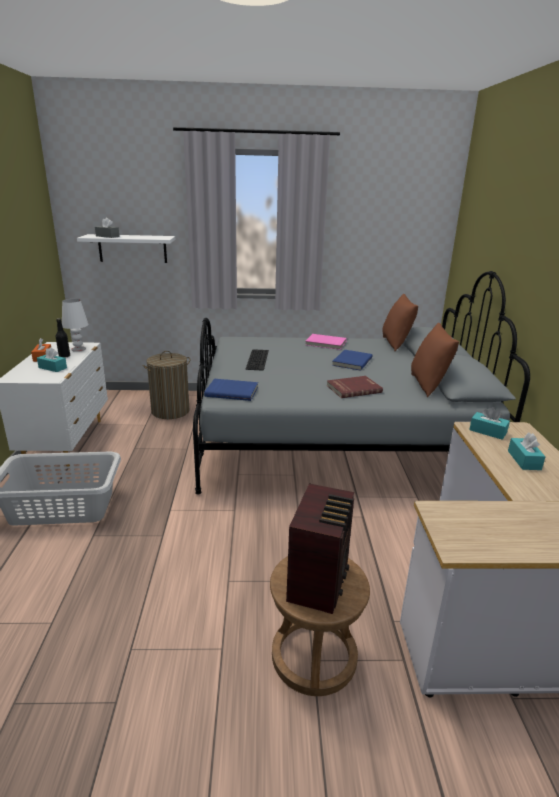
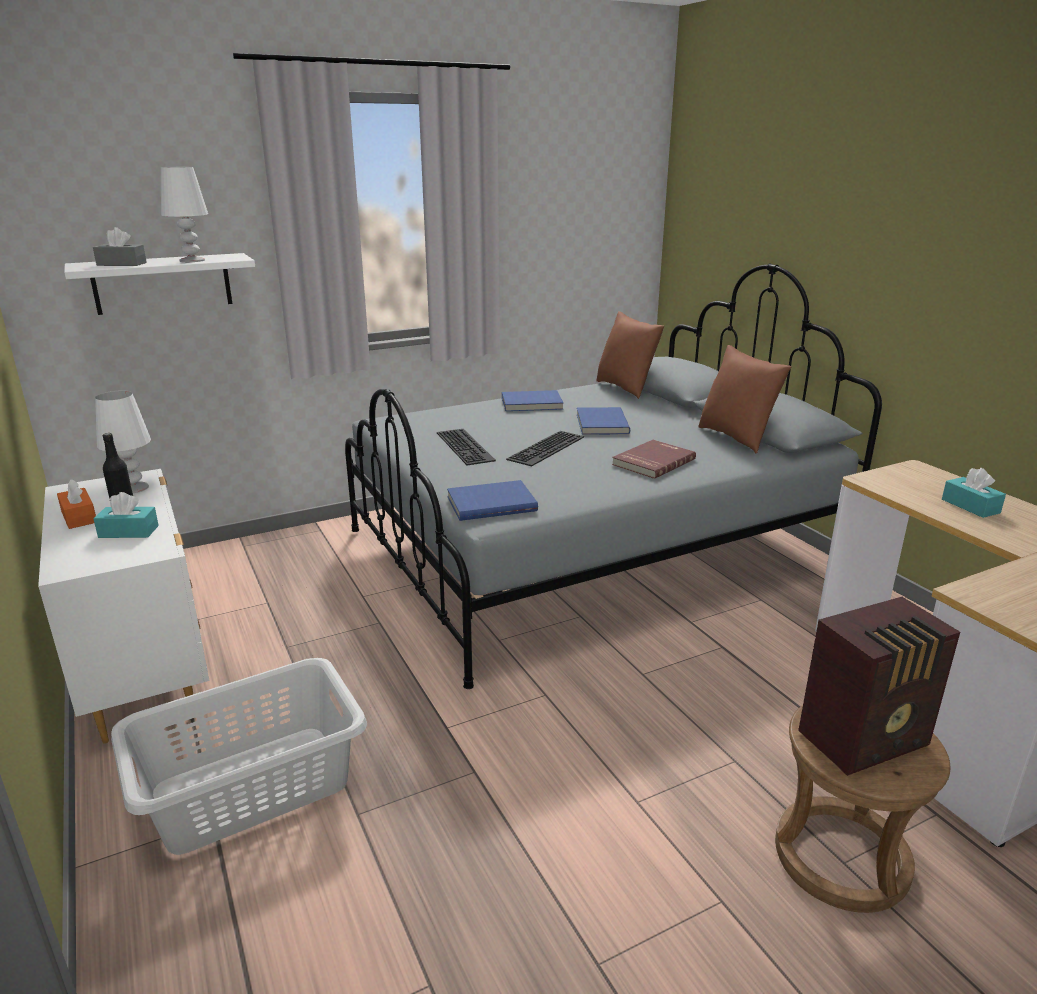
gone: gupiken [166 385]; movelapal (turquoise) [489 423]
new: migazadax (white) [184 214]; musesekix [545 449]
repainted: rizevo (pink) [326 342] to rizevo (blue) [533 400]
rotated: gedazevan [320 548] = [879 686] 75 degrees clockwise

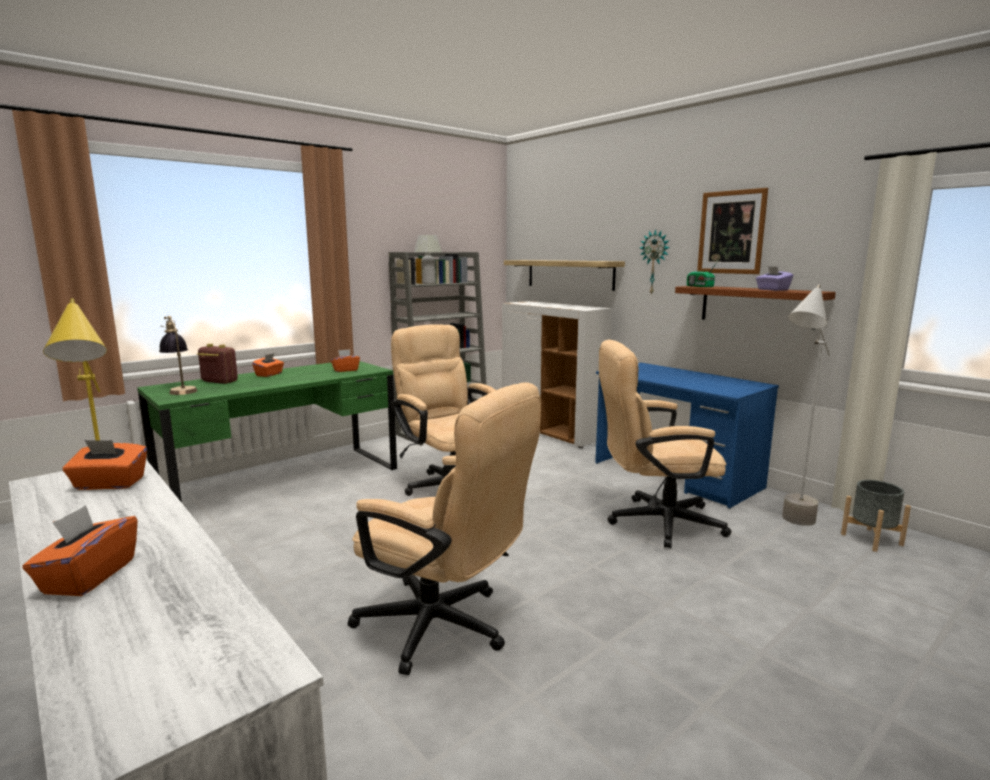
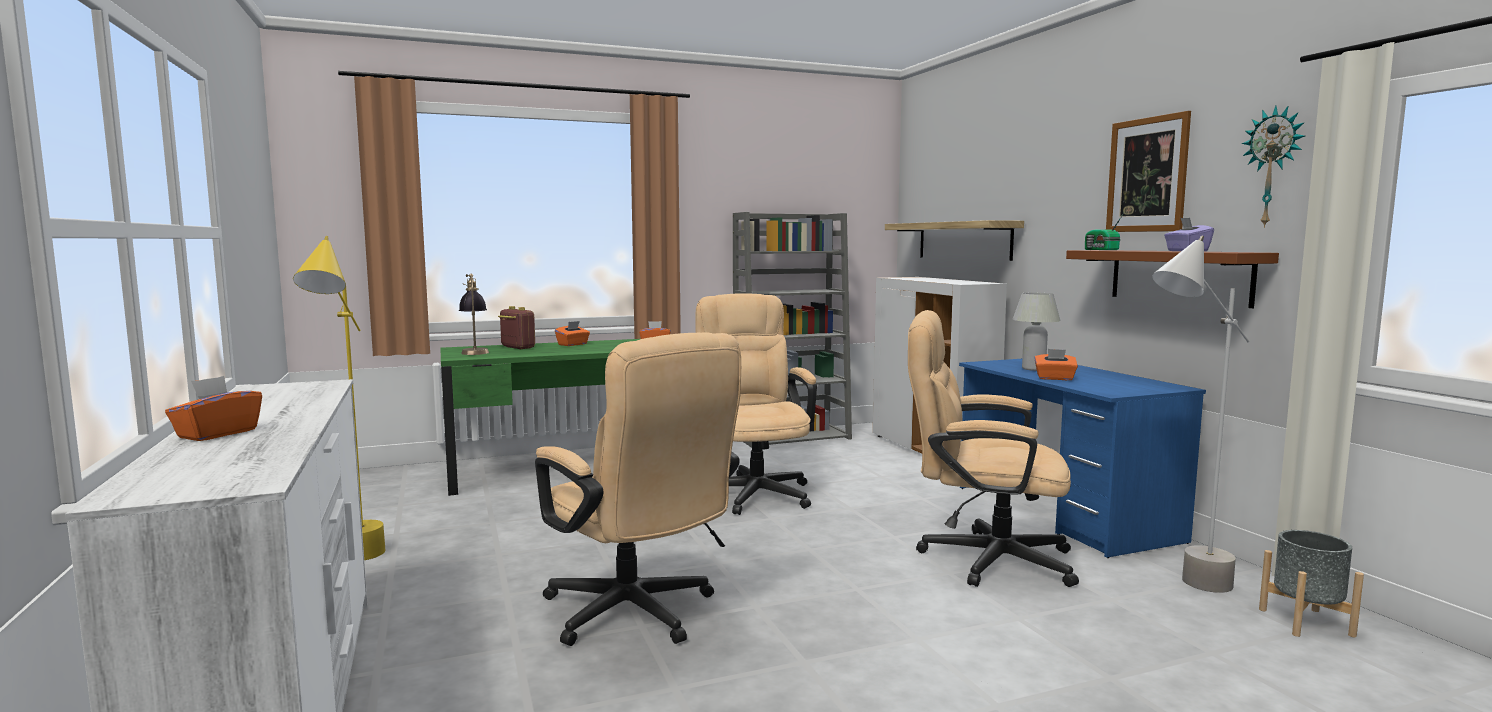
shifted: movelapal (orange) [105 465] to [1056 364]; migazadax (white) [428 259] to [1036 332]; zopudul [655 262] to [1273 167]

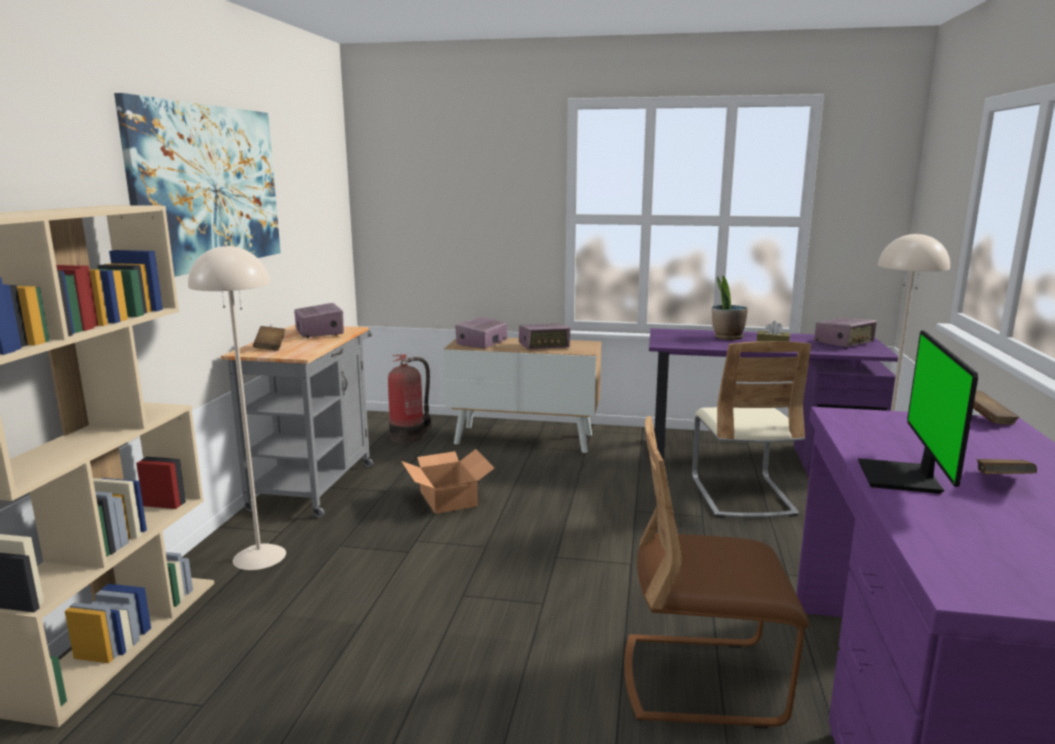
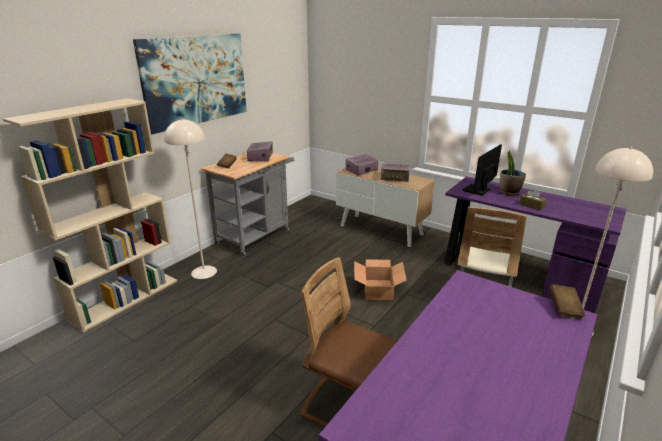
gone: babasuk [409 398]; gedazevan [845 332]; rizevo (brown) [1007 466]
shifted: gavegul [447 481] to [380 279]; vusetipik [918 412] to [482 170]

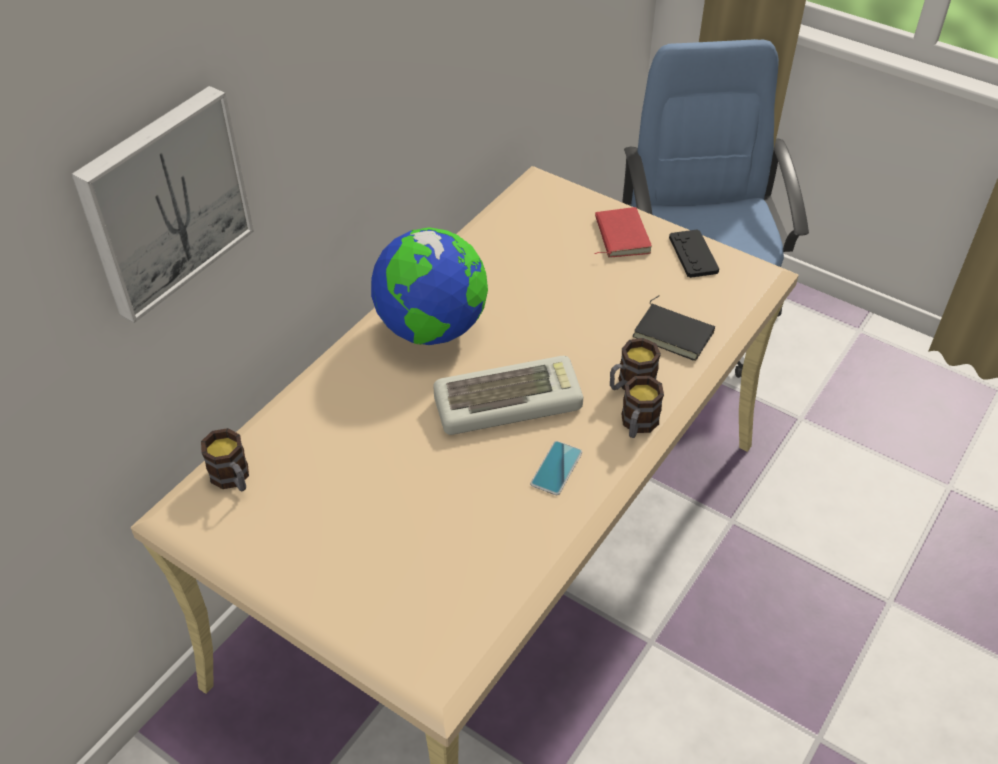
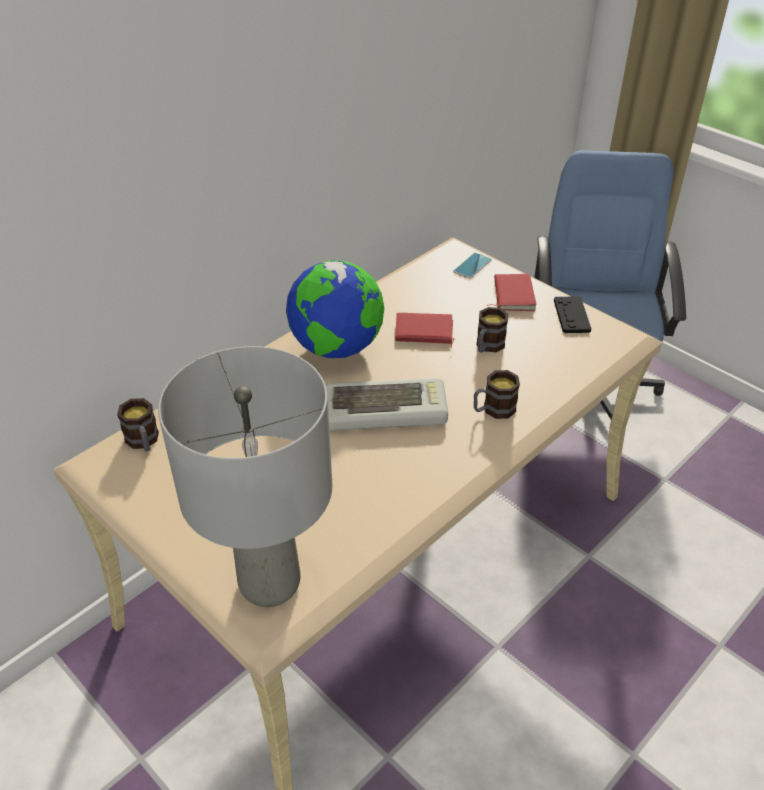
gone: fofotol [162 204]; rizevo (black) [673 328]
new: migazadax (grey) [245 476]; rizevo (red) [424 330]
shifted: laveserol [556 468] to [472 266]; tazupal [642 407] to [492 330]

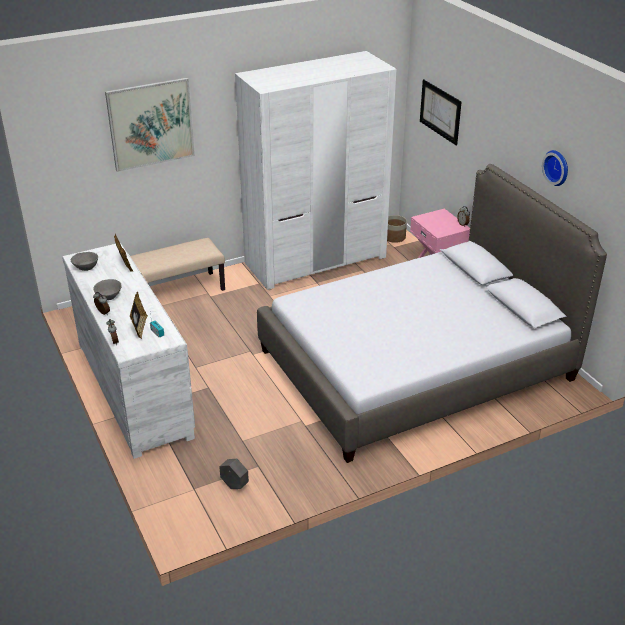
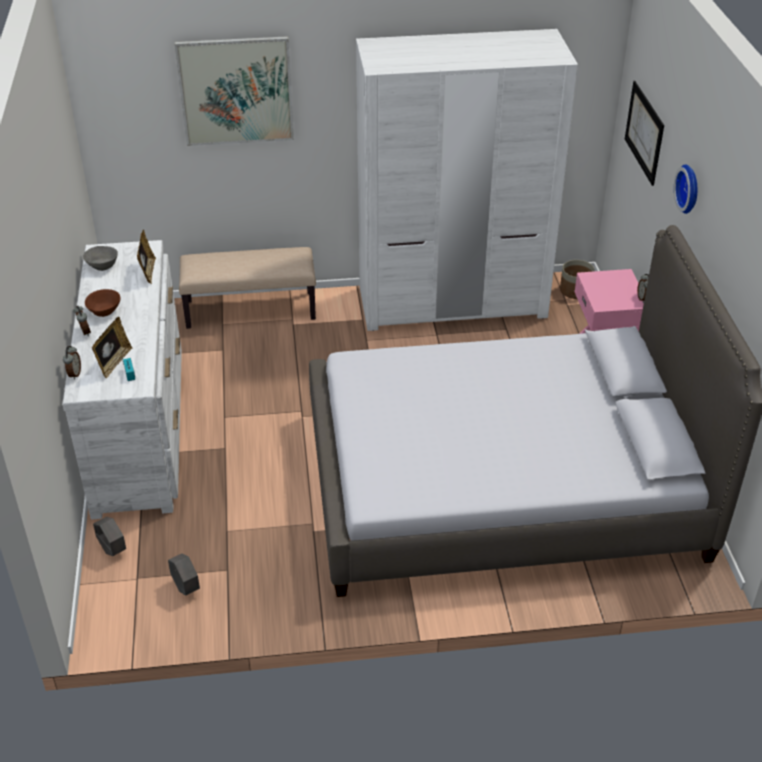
new: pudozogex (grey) [109 536]
shifted: zopudul [555 168] to [685 189]
repainted: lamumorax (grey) [108 289] to lamumorax (brown) [103 303]

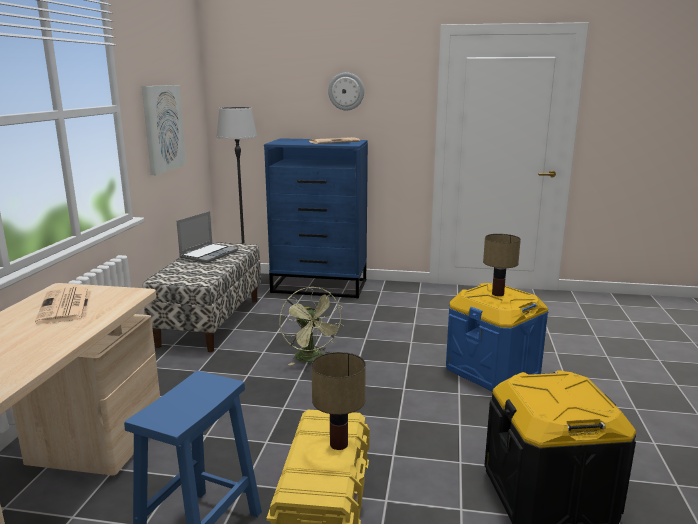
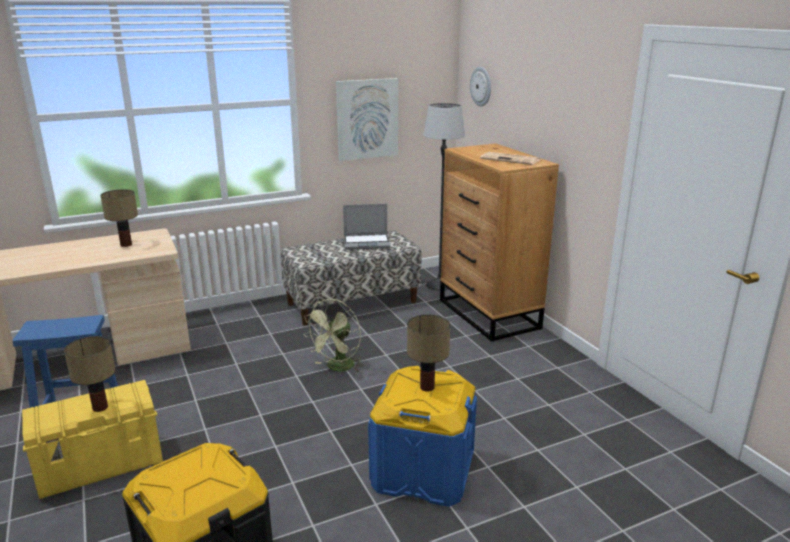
shifted: zopudul [346 91] to [480 87]
swapped: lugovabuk [63 305] to migazadax [119 218]
repainted: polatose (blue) [316 218] to polatose (brown) [499 242]

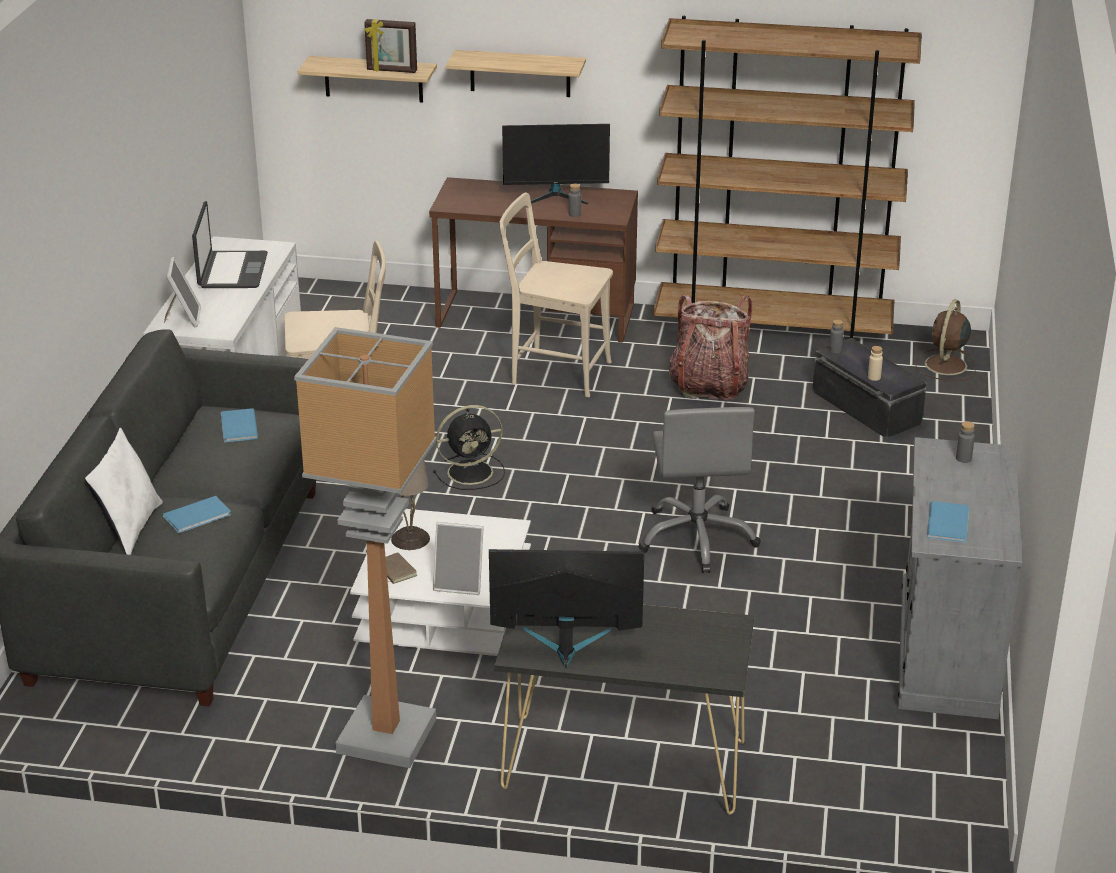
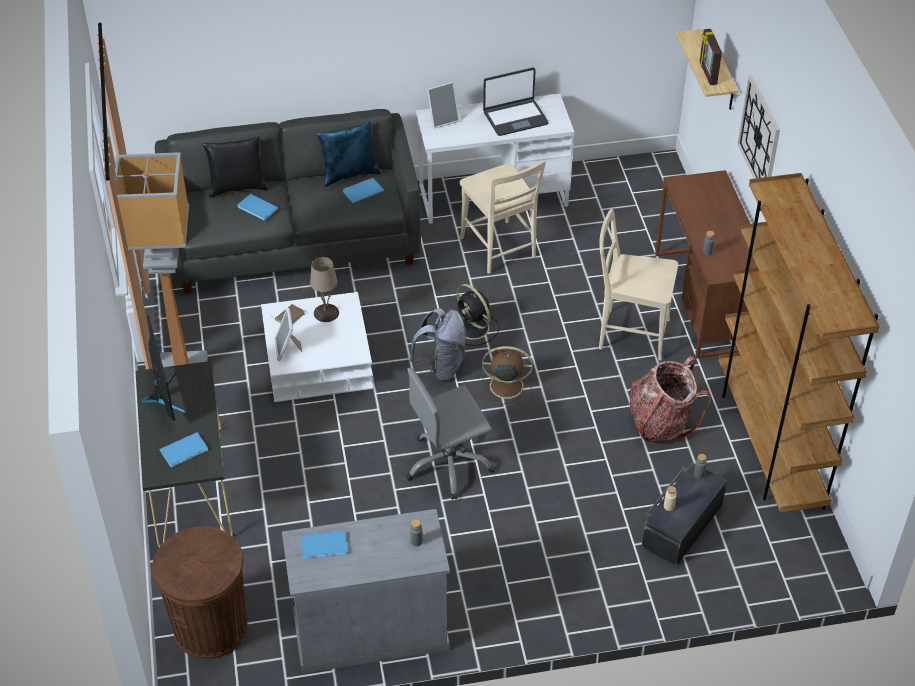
gone: vusetipik [556 164]
new: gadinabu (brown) [200 592]; rizevo (blue) [183 449]; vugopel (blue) [349 154]; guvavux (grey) [438 344]
shifted: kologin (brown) [946 340] to [506 375]
swapped: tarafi [516 73] to zopudul [758 127]
repainted: vugopel (white) [123 491] to vugopel (black) [235 166]
rotated: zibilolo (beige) [556 294] = [638 284] 75 degrees counterclockwise

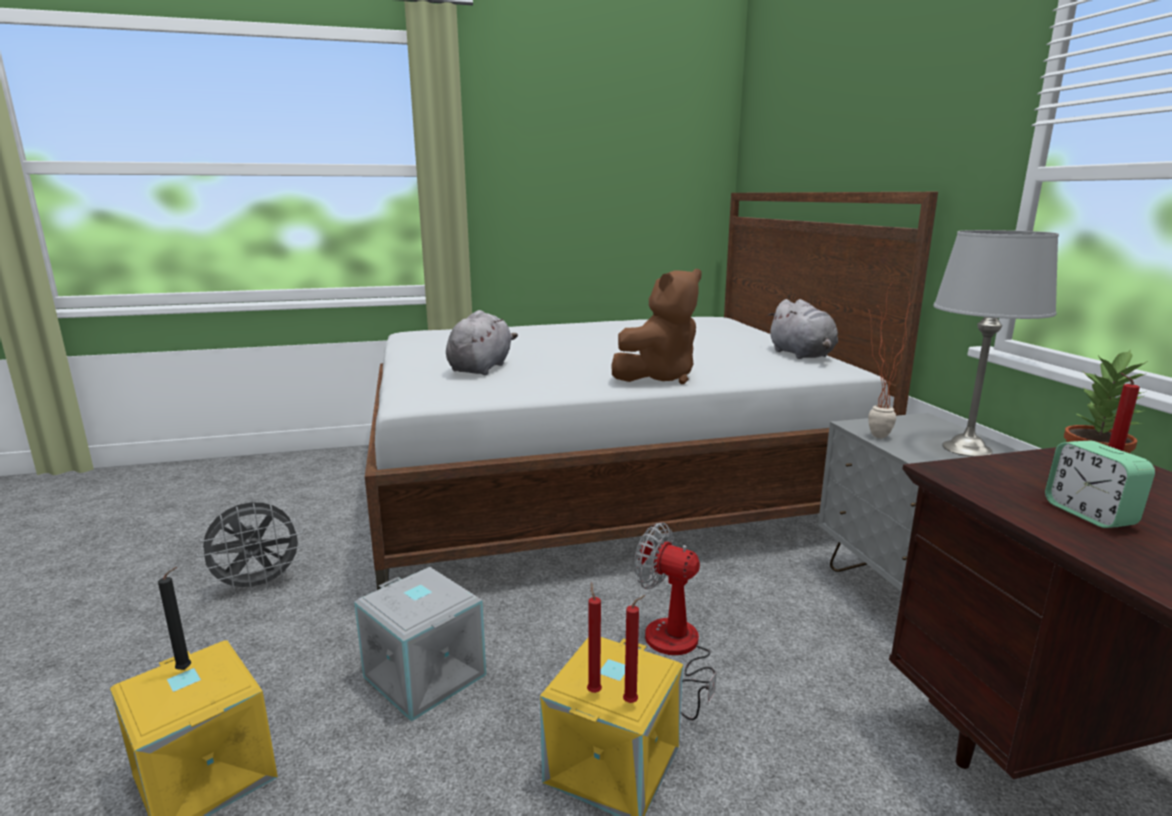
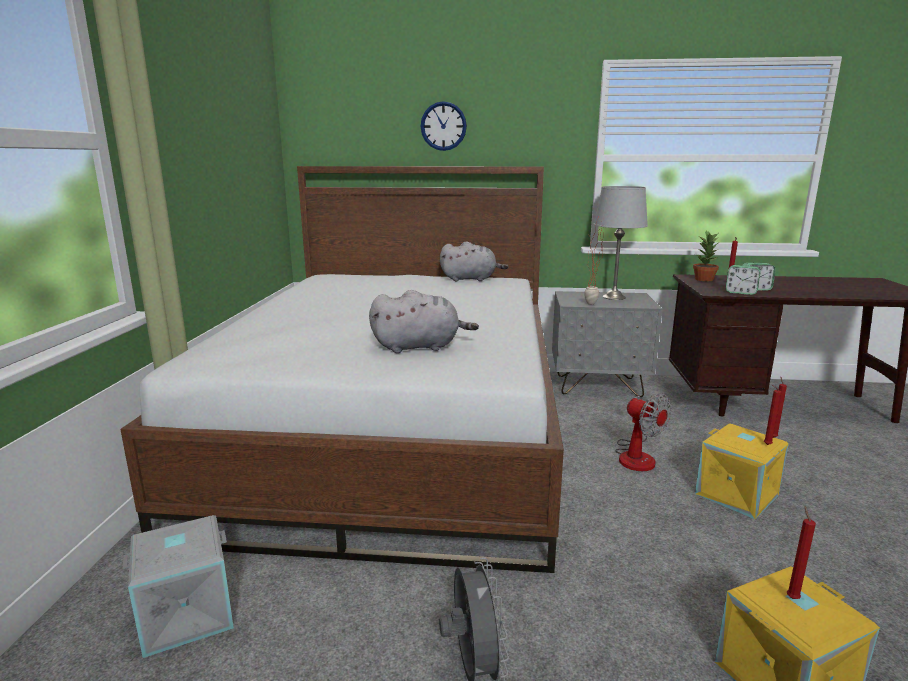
gone: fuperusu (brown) [657 326]
new: zopudul [443 126]; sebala [743 280]
shifted: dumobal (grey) [420 644] to [178 586]
repainted: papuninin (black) [174 618] to papuninin (red) [801 553]
rotated: fuperusu (grey) [482 342] = [424 321] 135 degrees clockwise; kologin [675 621] = [643 432] 90 degrees counterclockwise

